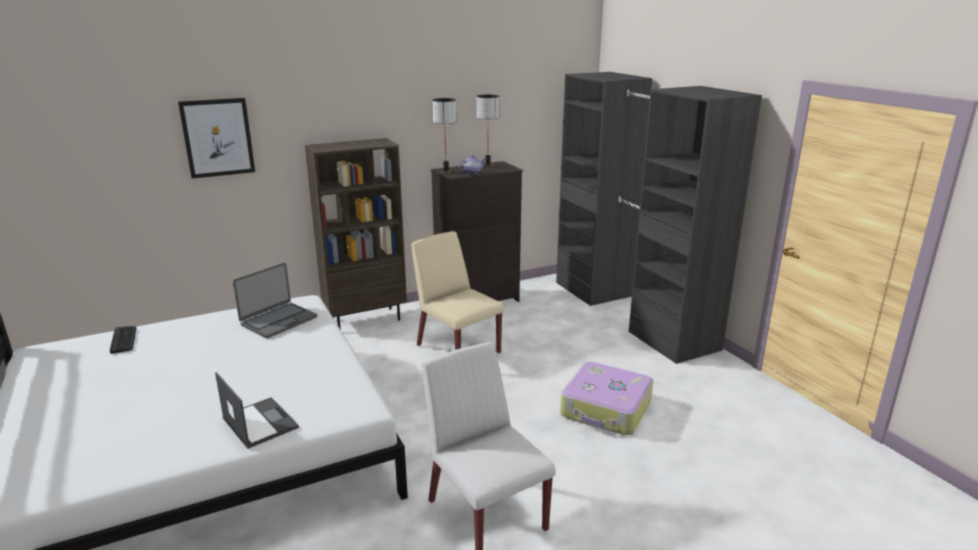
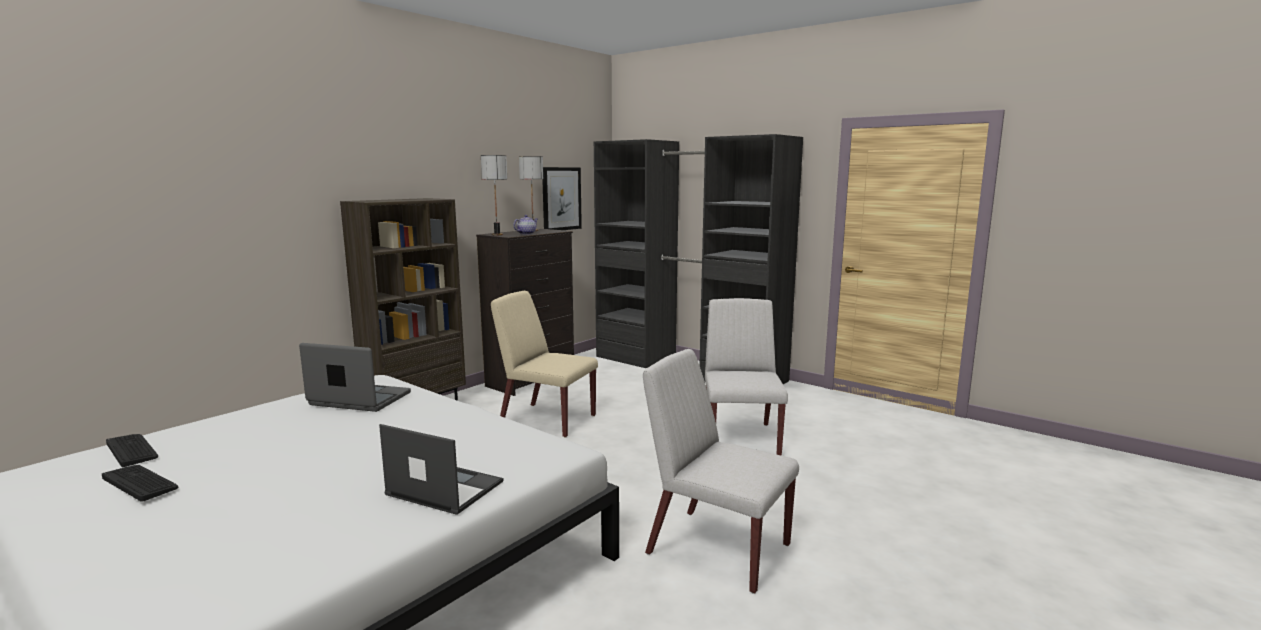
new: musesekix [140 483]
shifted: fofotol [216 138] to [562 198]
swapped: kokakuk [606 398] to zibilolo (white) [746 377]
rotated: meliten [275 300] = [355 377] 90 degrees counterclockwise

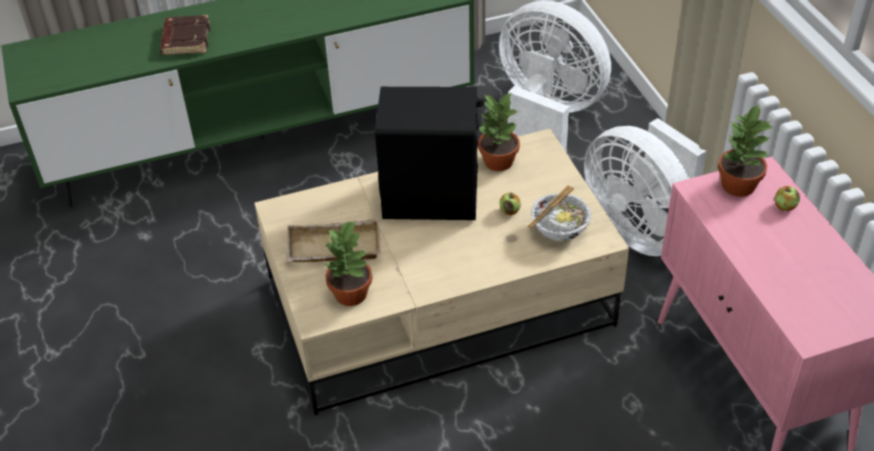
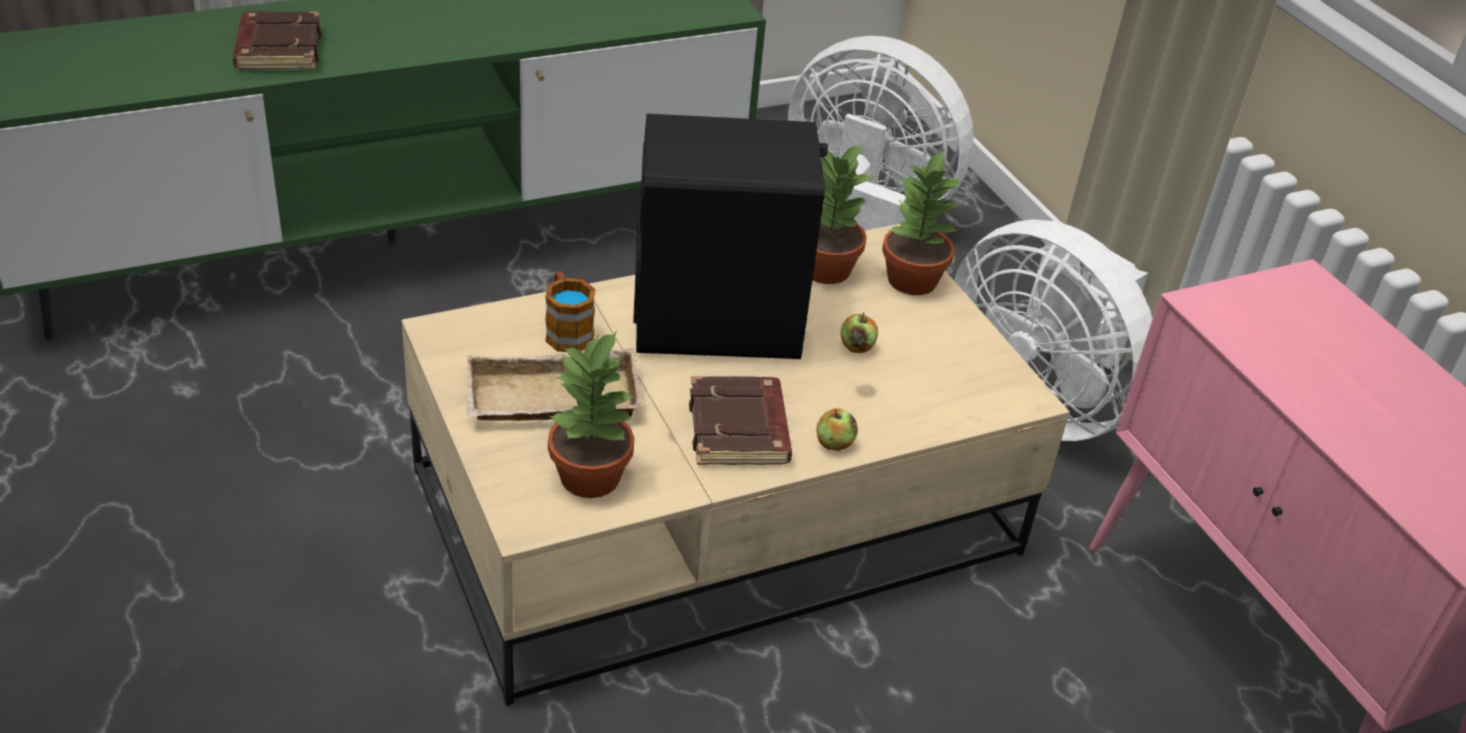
gone: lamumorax [559 213]
new: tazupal [570 311]; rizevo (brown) [740 420]
shifted: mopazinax [744 150] to [922 222]; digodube [787 198] to [837 429]

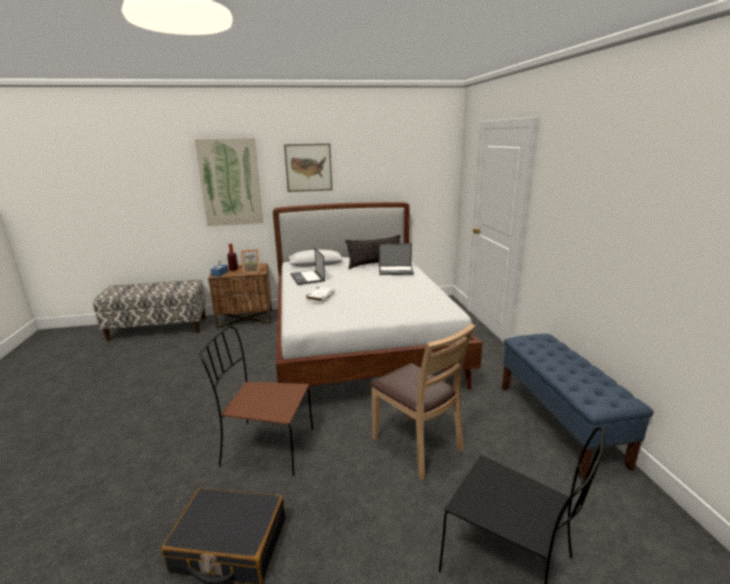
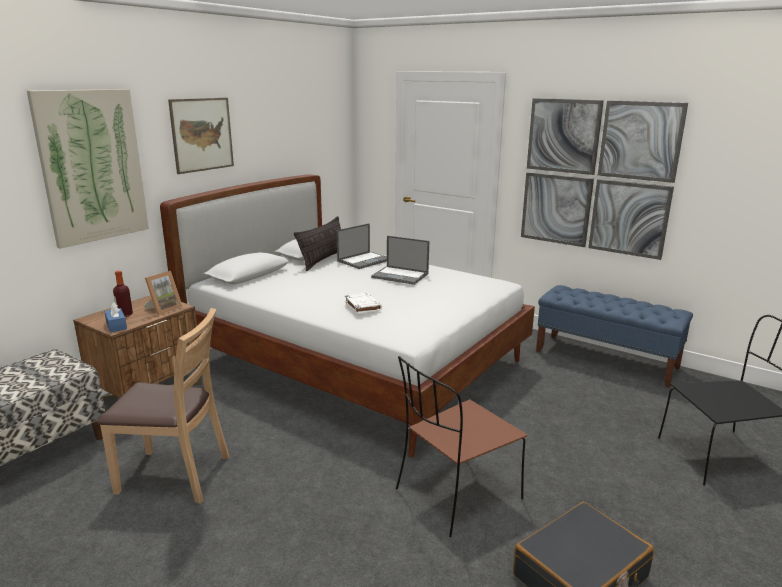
new: fofotol [604 179]
shifted: meliten [307 266] to [400 260]; zibilolo (brown) [422 402] to [163 406]

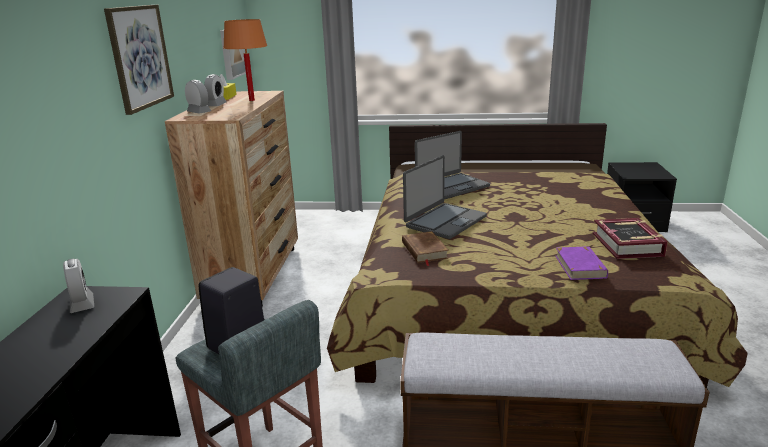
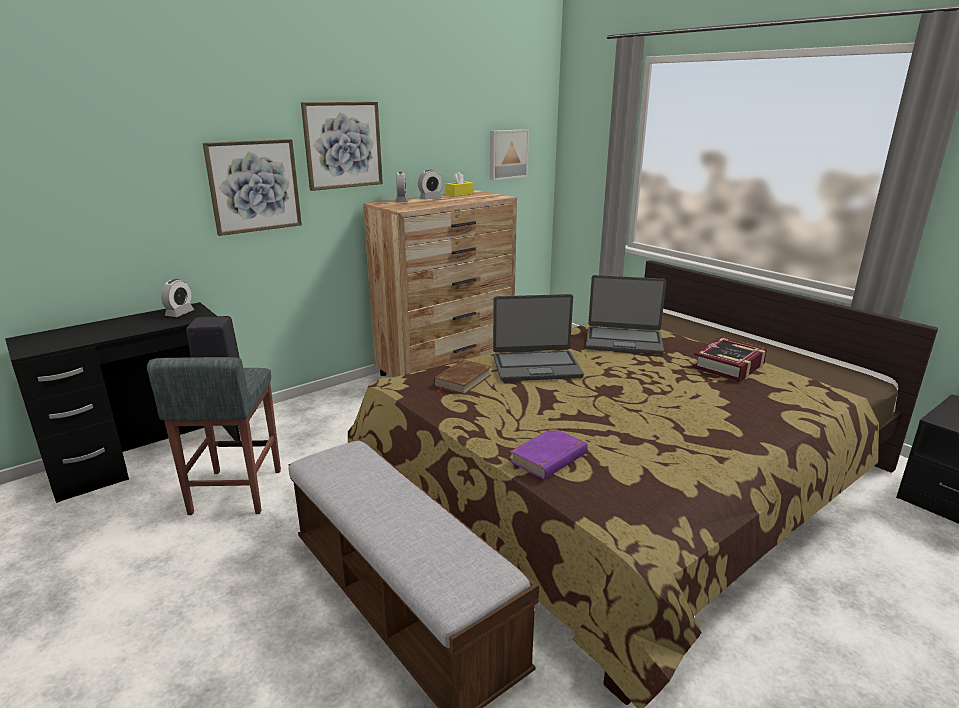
gone: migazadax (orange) [245 60]
new: fofotol [252 187]
shifted: rizevo [630 238] to [729 359]

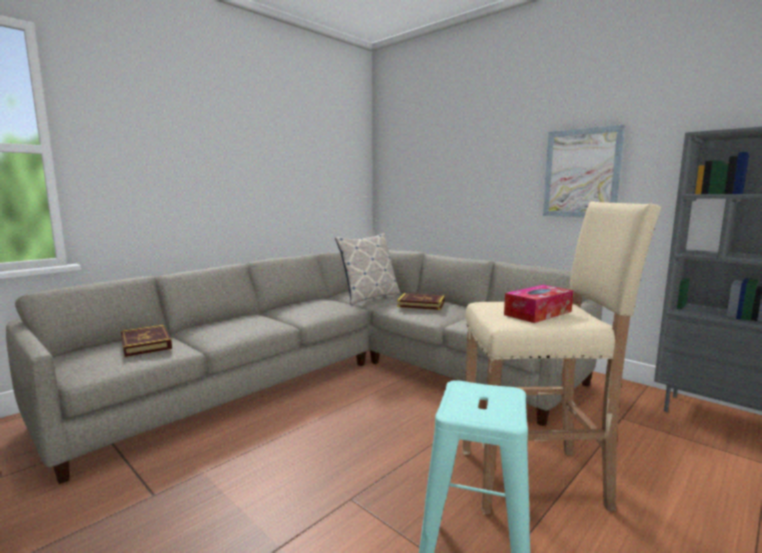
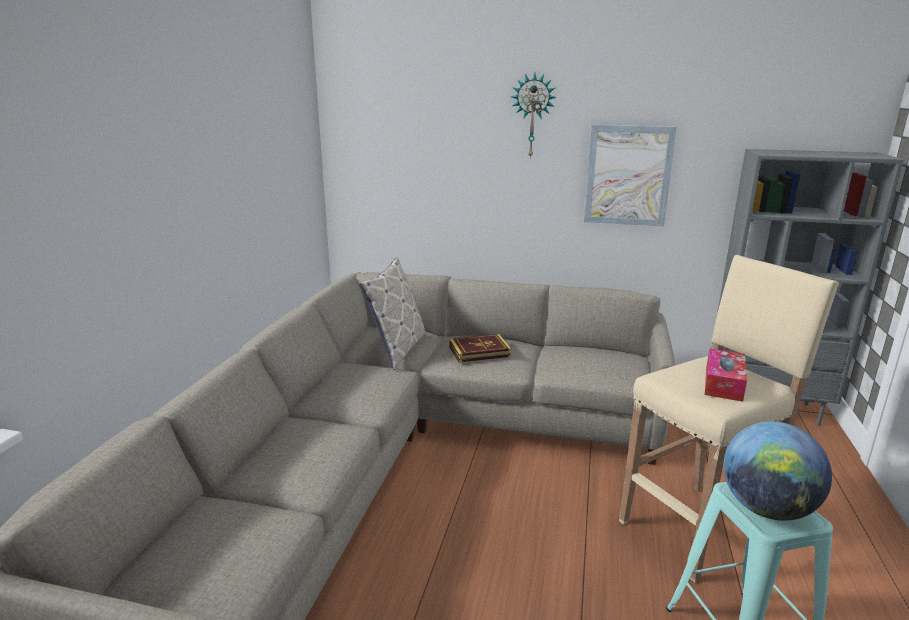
gone: rizevo [146 341]
new: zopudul [534 116]; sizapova [778 471]

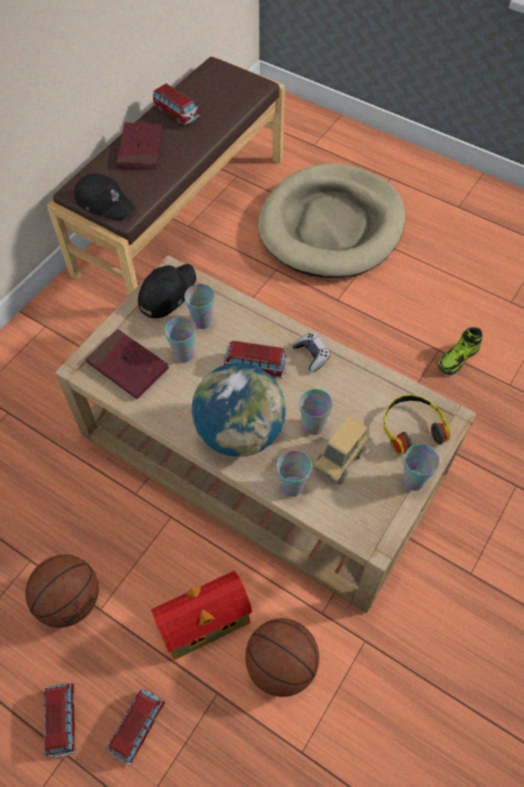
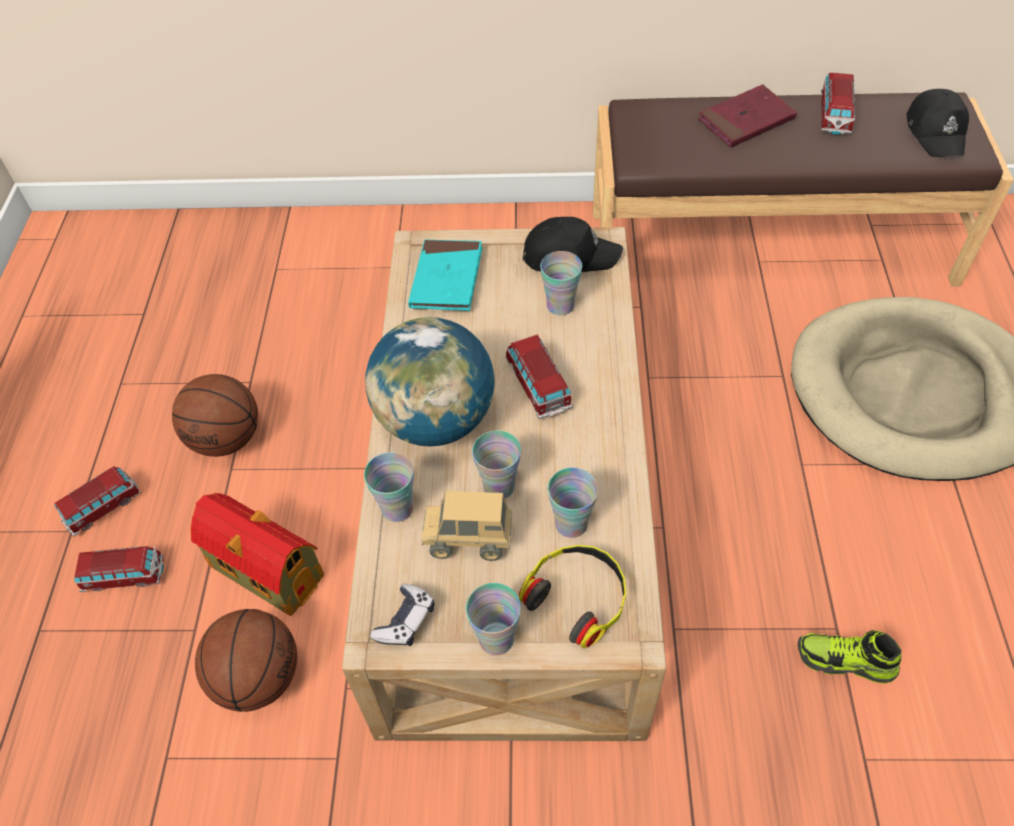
shifted: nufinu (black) [104 197] to [937 123]; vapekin [180 339] to [573 503]; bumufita [311 352] to [402 615]
repainted: rizevo (red) [127 364] to rizevo (turquoise) [445 275]

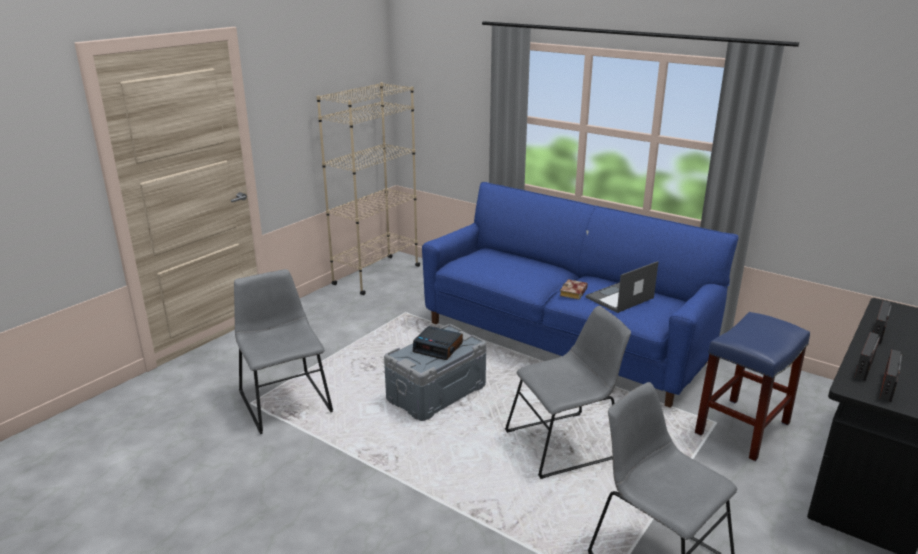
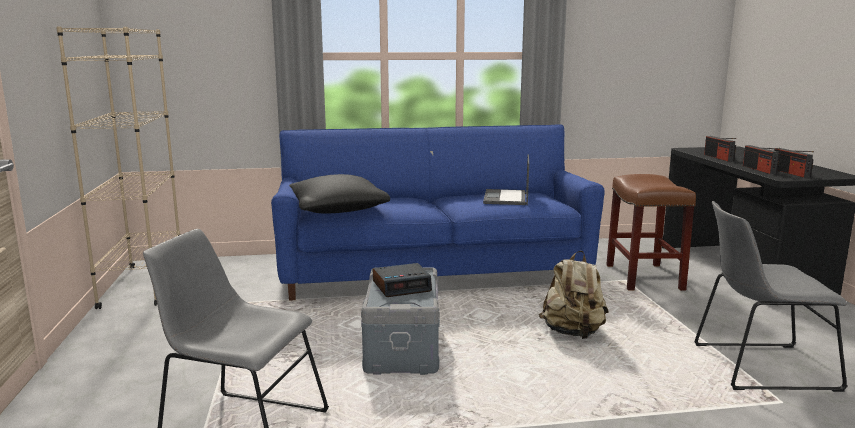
gone: rizevo [574 289]
new: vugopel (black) [339 193]
swapped: zibilolo (grey) [568 392] to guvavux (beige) [574 295]
repainted: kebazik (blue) [752 386] to kebazik (brown) [651 232]

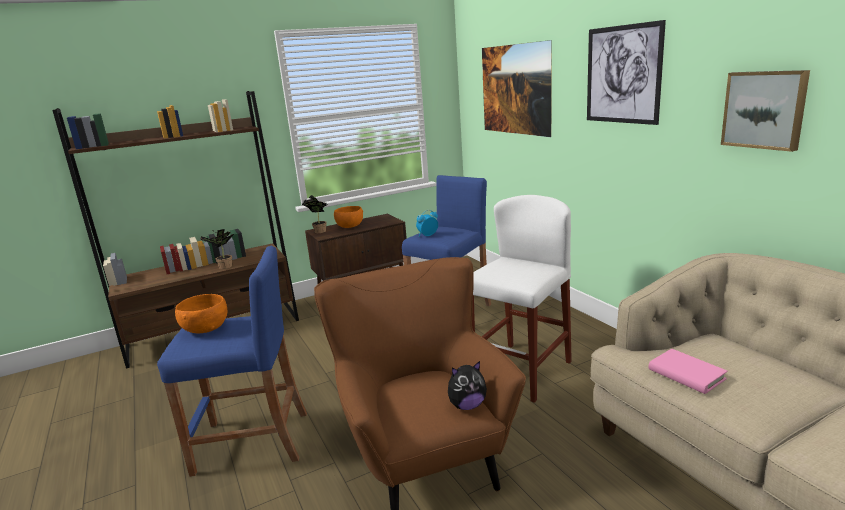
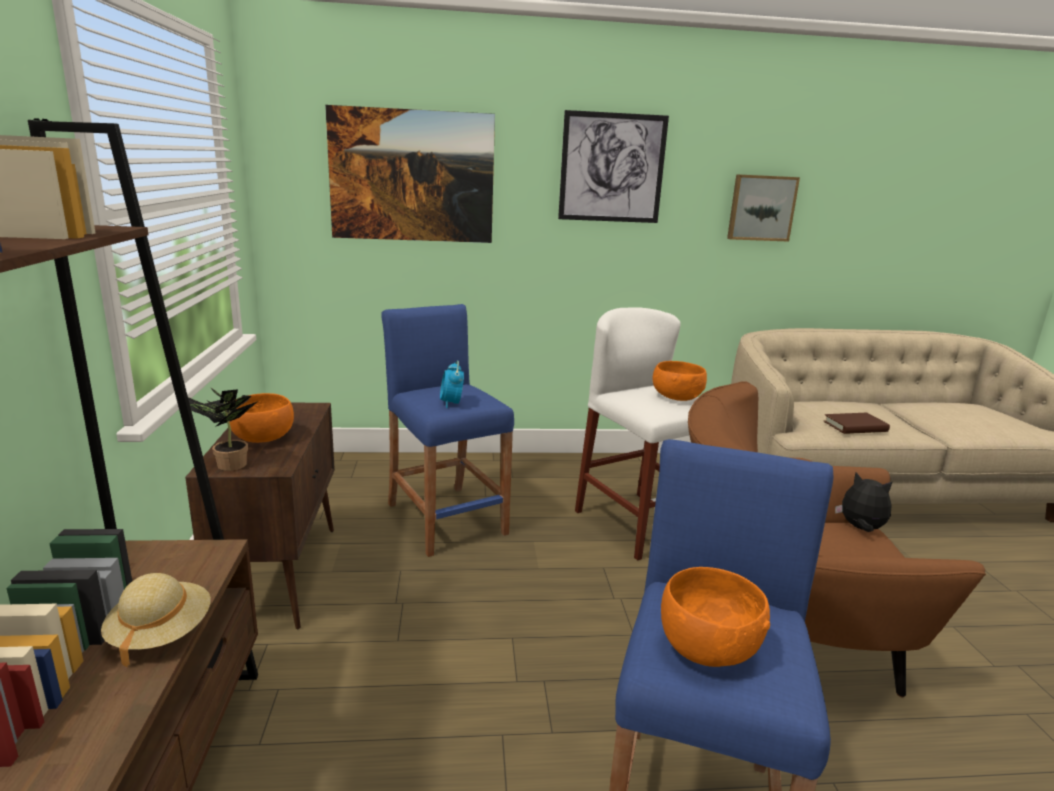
new: lamumorax (orange) [680 381]
swapped: mopazinax [217 249] to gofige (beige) [156 620]
repainted: rizevo (pink) [688 371] to rizevo (brown) [856 423]
rotated: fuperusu [467 385] = [863 502] 60 degrees counterclockwise

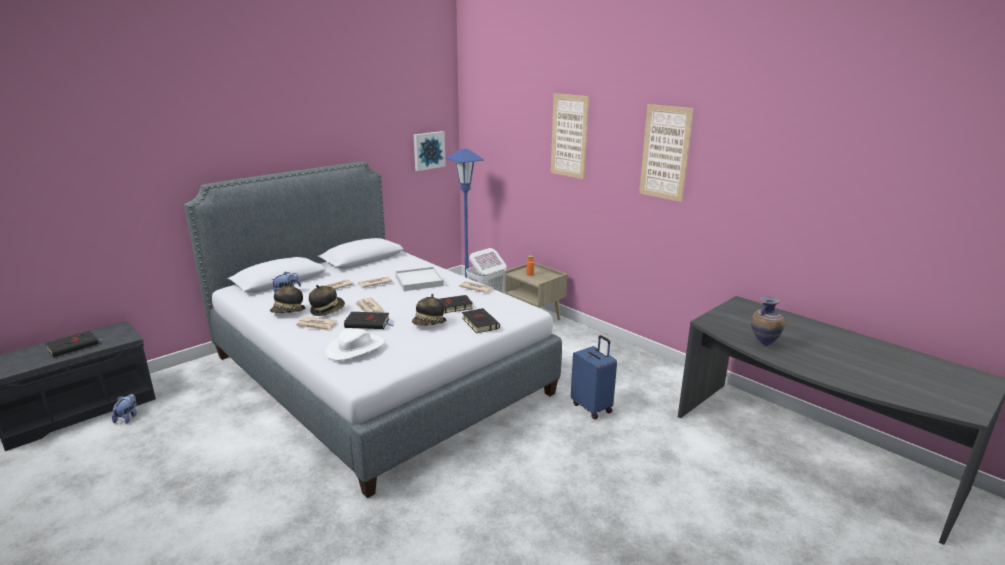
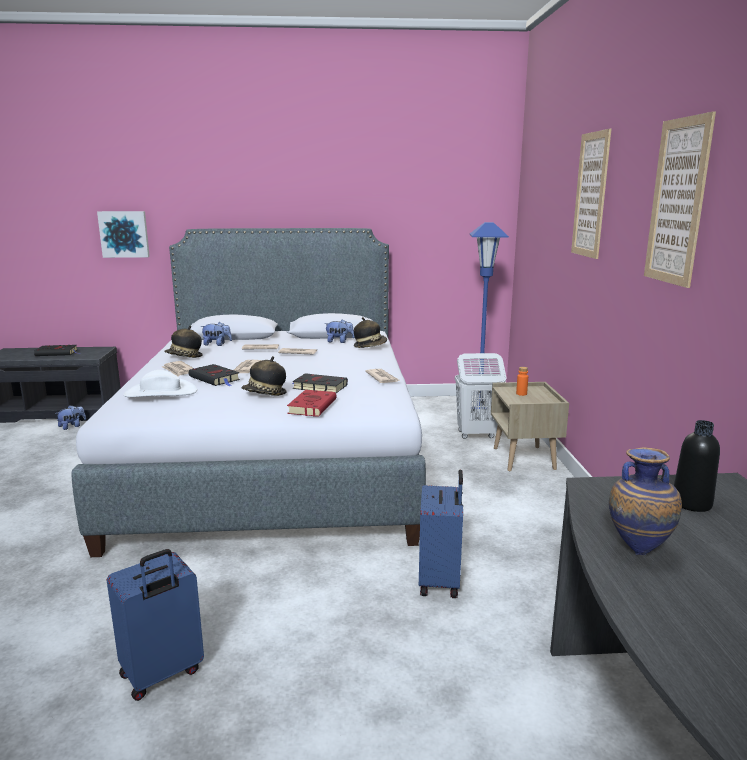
gone: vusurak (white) [419 279]
new: kokakuk (blue) [155 625]; fuperusu [340 331]; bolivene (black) [697 466]
shifted: gofige [327 300] to [370 332]; fofotol [430 151] to [123 234]
repainted: rizevo (black) [481 320] to rizevo (red) [312 403]

